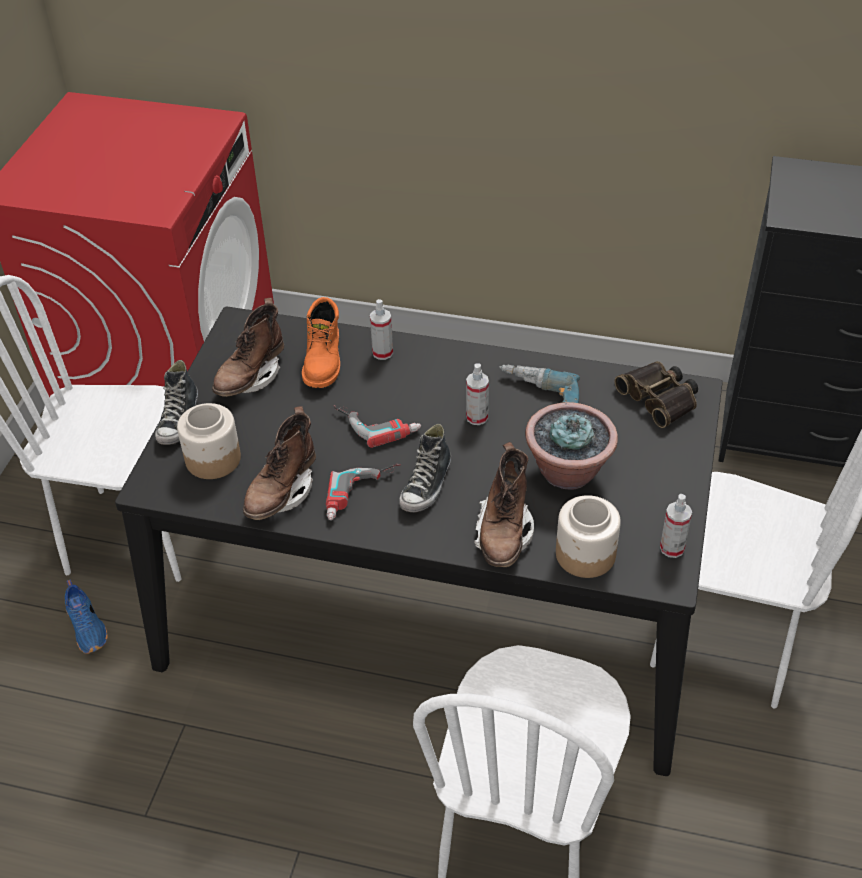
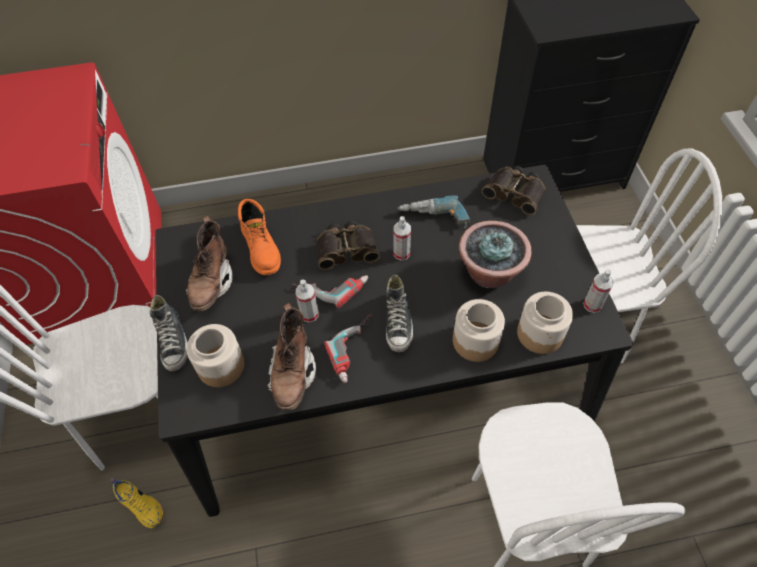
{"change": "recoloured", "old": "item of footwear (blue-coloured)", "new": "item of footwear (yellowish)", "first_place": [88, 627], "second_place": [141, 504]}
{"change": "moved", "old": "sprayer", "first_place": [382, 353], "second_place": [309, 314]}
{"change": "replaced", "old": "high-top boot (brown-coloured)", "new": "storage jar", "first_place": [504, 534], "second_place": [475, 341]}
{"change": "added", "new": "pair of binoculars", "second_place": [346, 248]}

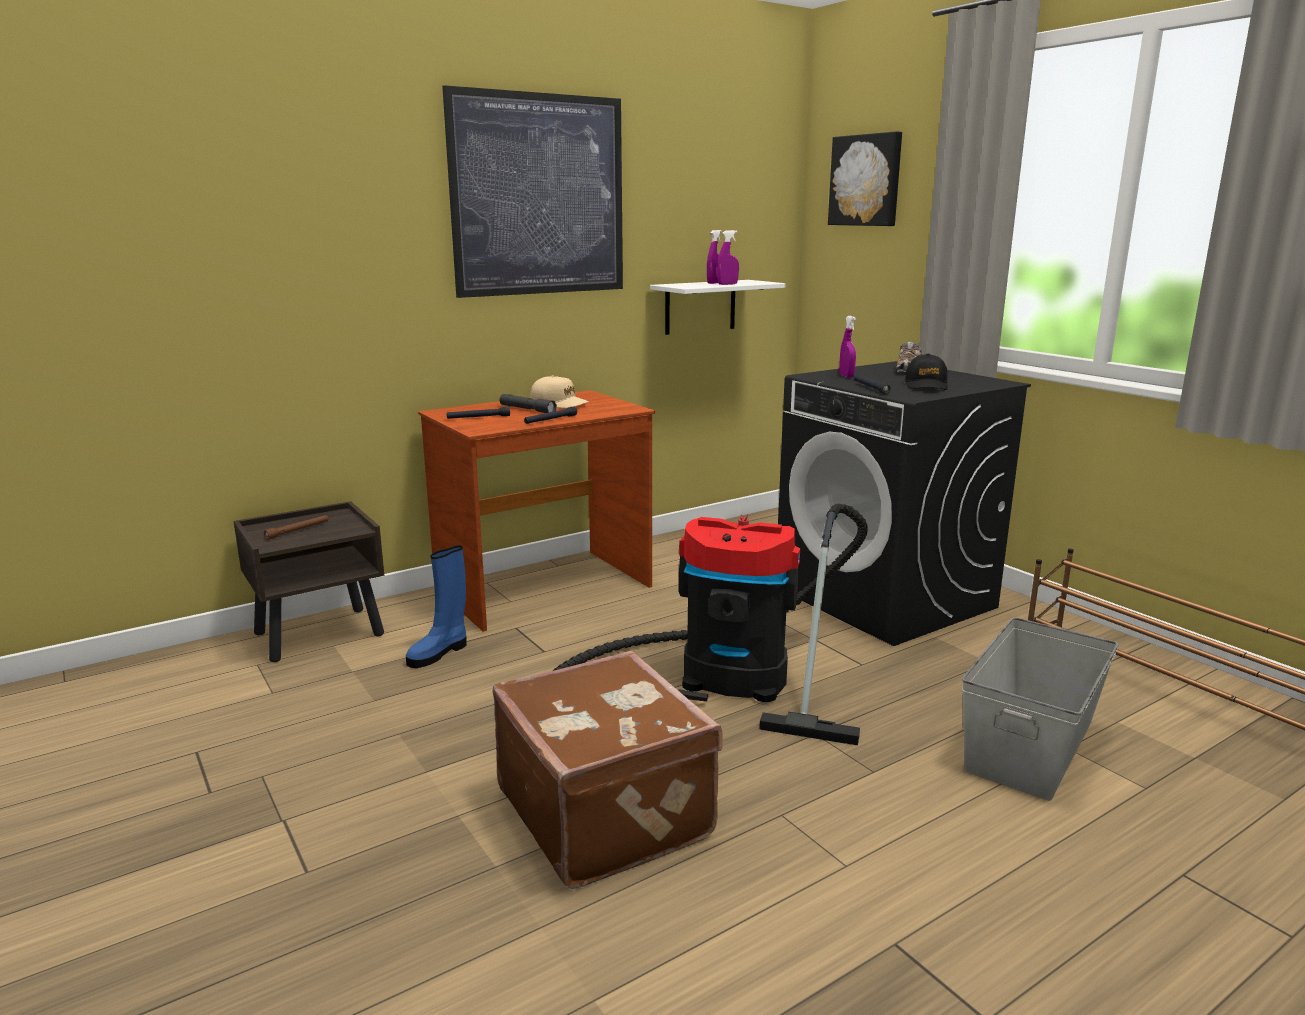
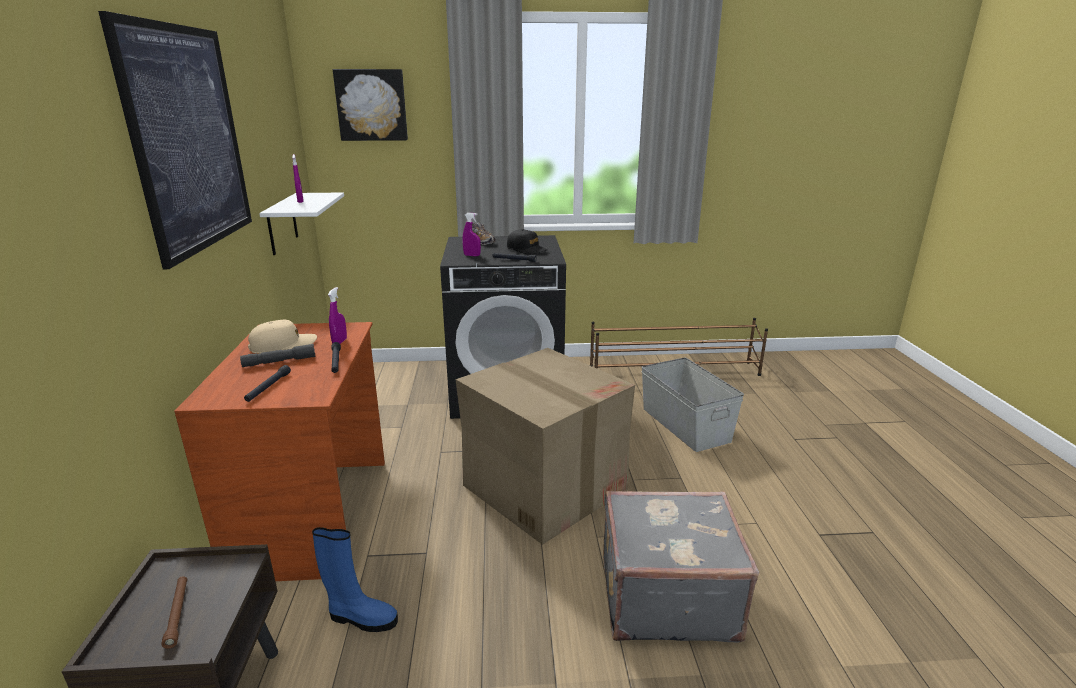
{"change": "turned", "old": "high-top boot (blue-coloured)", "first_place": [439, 653], "second_place": [361, 618], "degrees": -60}
{"change": "recoloured", "old": "travel case (brown-coloured)", "new": "travel case (grey)", "first_place": [607, 812], "second_place": [665, 595]}
{"change": "replaced", "old": "vacuum cleaner", "new": "cardboard box", "first_place": [721, 678], "second_place": [544, 486]}
{"change": "moved", "old": "sprayer (purple)", "first_place": [727, 284], "second_place": [339, 342]}

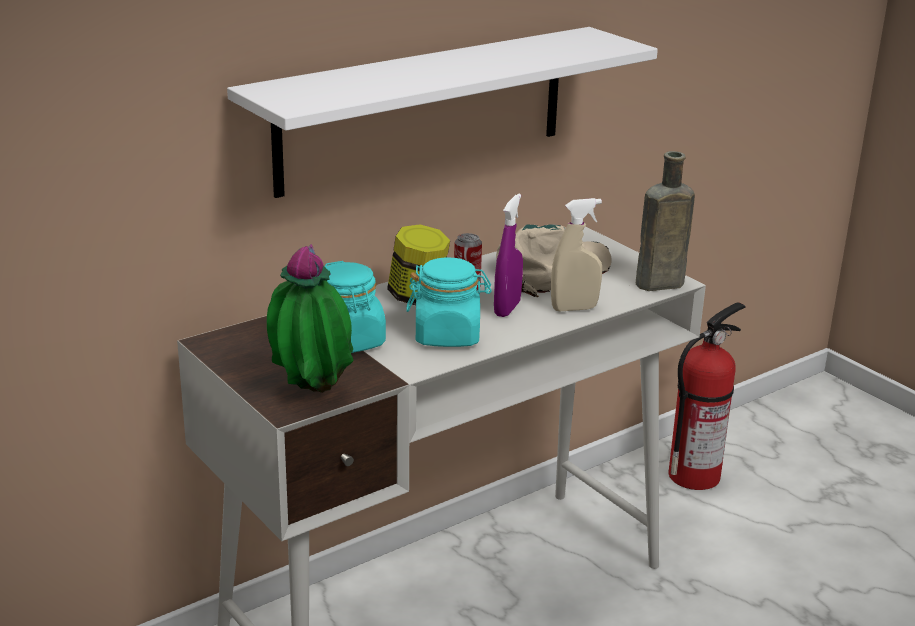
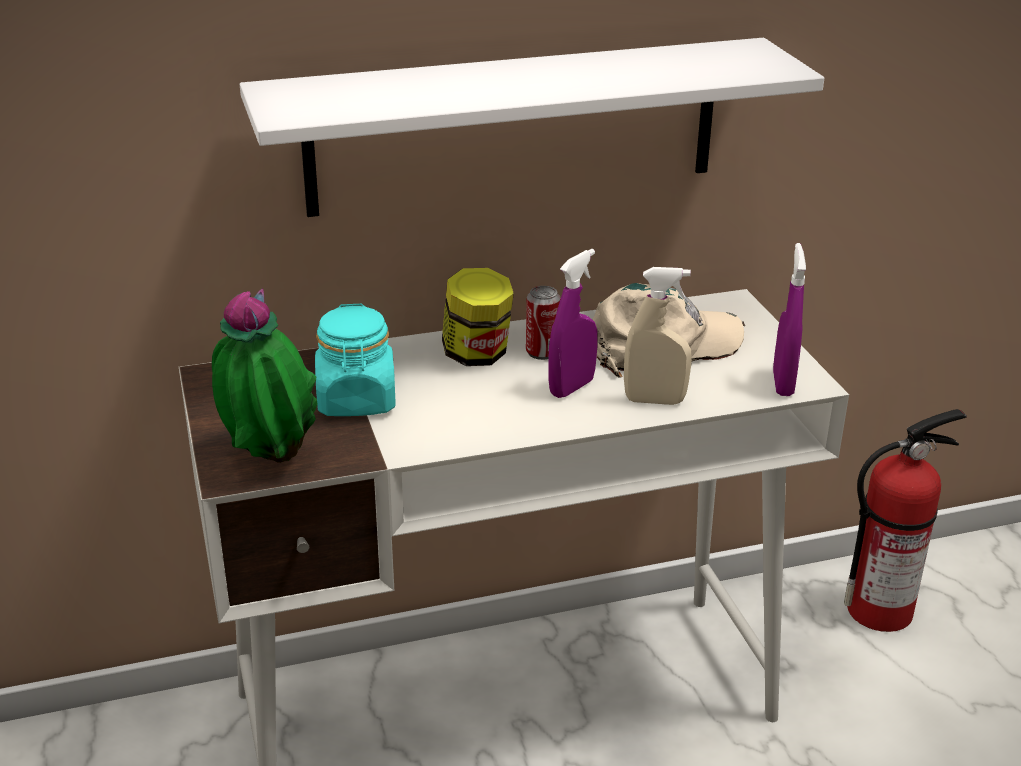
{"change": "removed", "old": "storage jar (blue-green)", "first_place": [447, 335]}
{"change": "replaced", "old": "bottle (brown-coloured)", "new": "sprayer (purple)", "first_place": [656, 284], "second_place": [783, 383]}

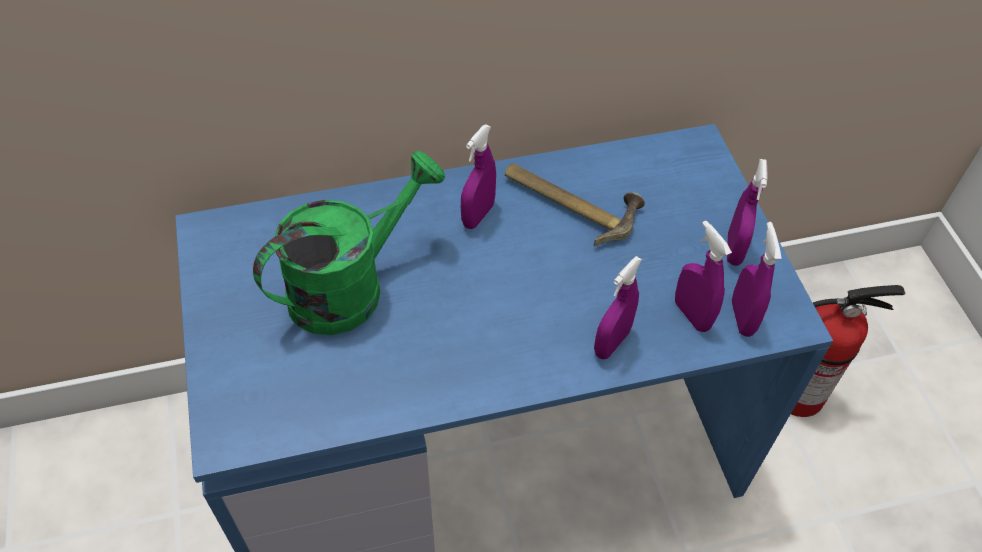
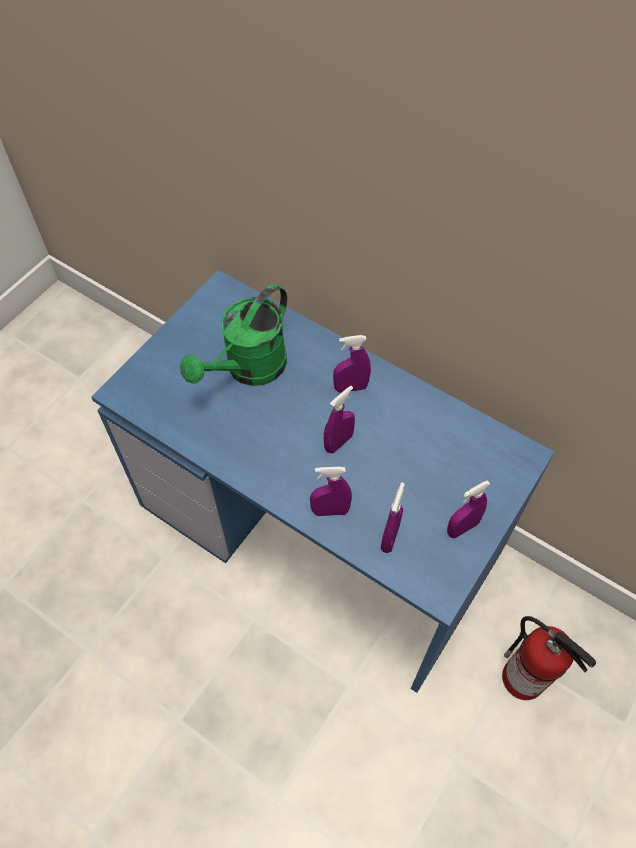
{"change": "turned", "old": "watering pot (greenish)", "first_place": [350, 285], "second_place": [248, 370], "degrees": 120}
{"change": "removed", "old": "hand hammer", "first_place": [570, 202]}
{"change": "moved", "old": "sprayer (purple)", "first_place": [742, 318], "second_place": [338, 442]}

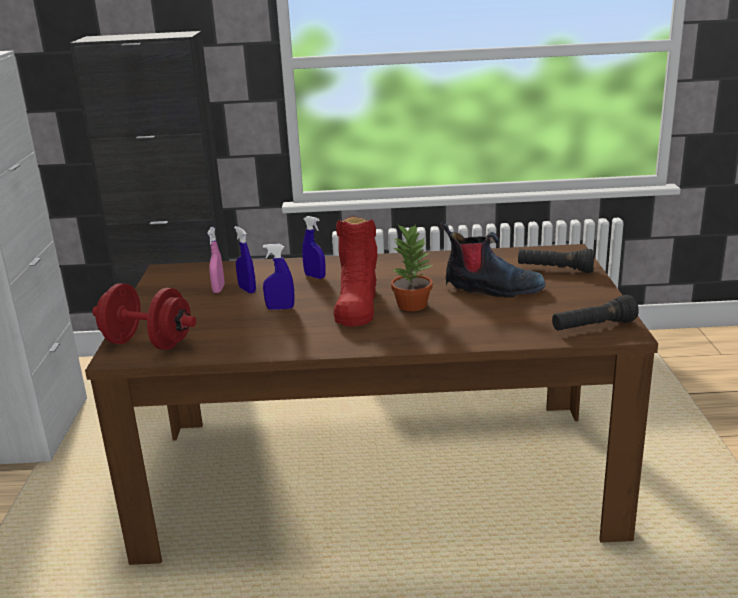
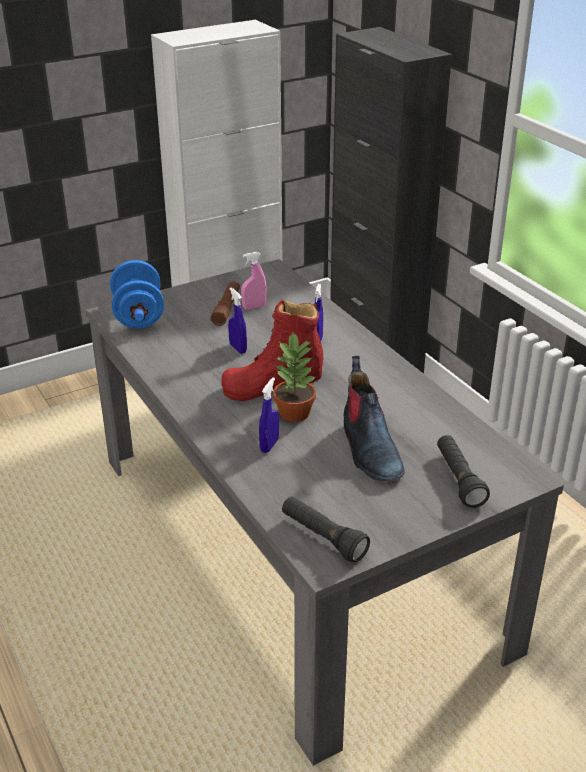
{"change": "recoloured", "old": "kitchen table (brown-coloured)", "new": "kitchen table (grey)", "first_place": [377, 477], "second_place": [293, 547]}
{"change": "recoloured", "old": "free weight (red-coloured)", "new": "free weight (blue-coloured)", "first_place": [148, 343], "second_place": [138, 316]}
{"change": "moved", "old": "sprayer (blue-coloured)", "first_place": [247, 290], "second_place": [269, 445]}
{"change": "added", "new": "flashlight (brown-coloured)", "second_place": [226, 308]}

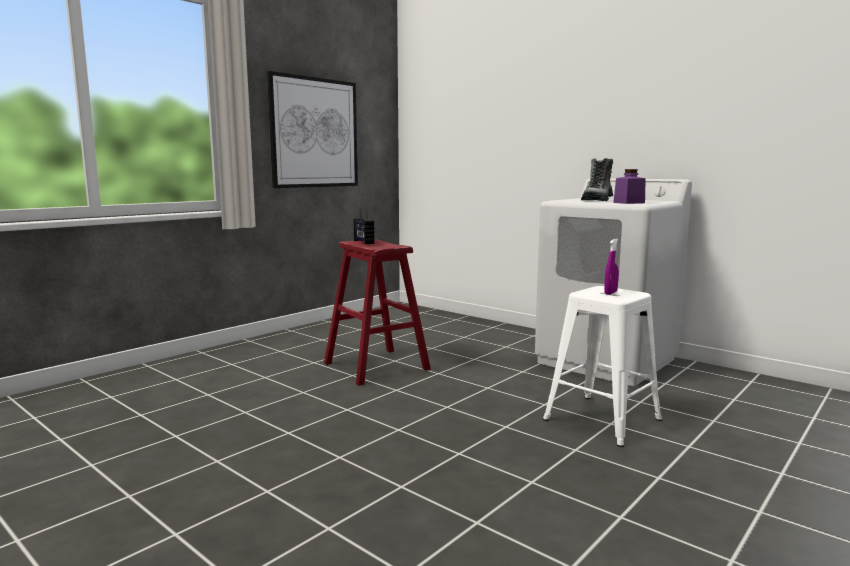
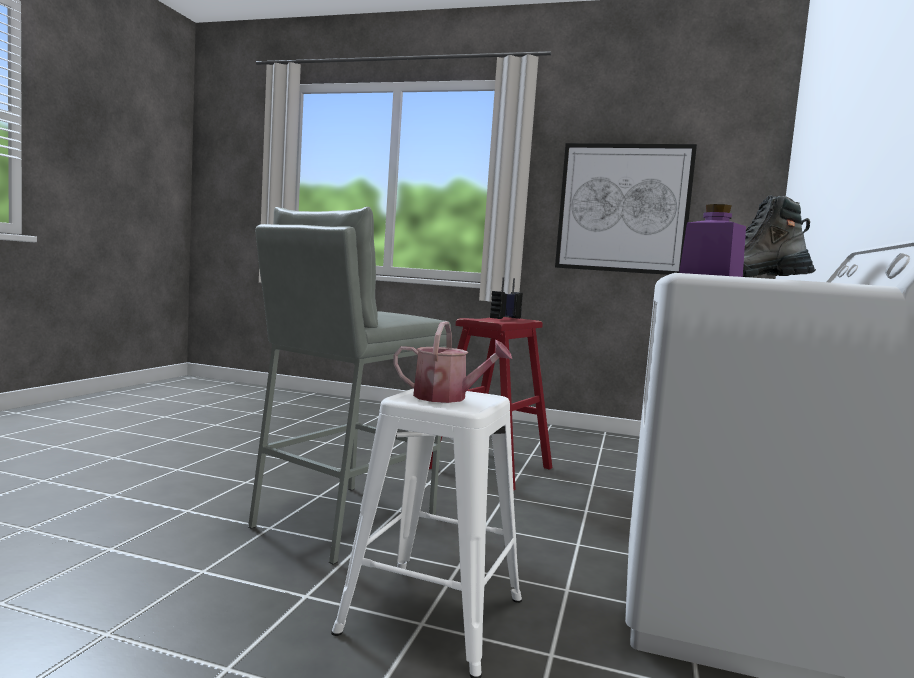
{"change": "replaced", "old": "sprayer (purple)", "new": "watering pot", "first_place": [610, 293], "second_place": [447, 398]}
{"change": "added", "new": "stool seat (grey)", "second_place": [343, 521]}

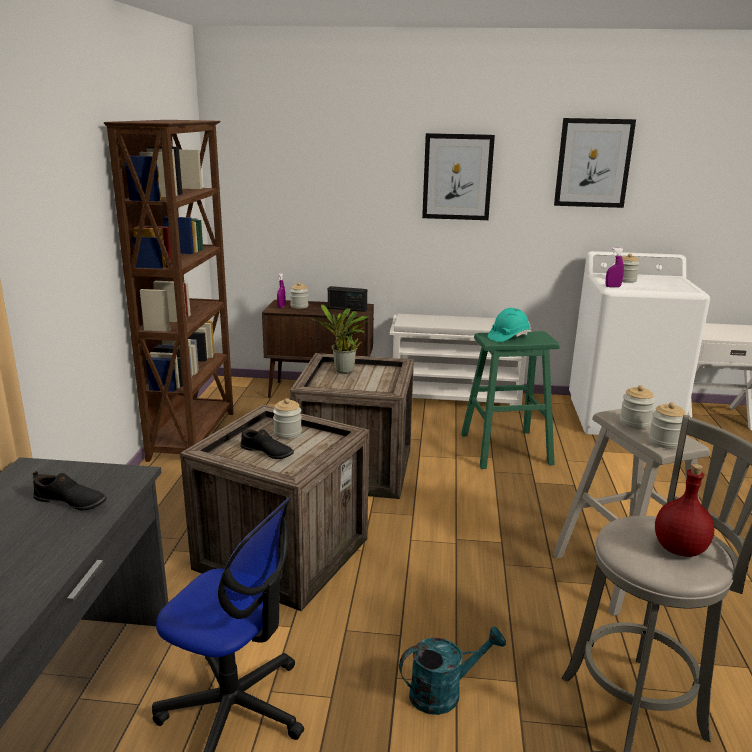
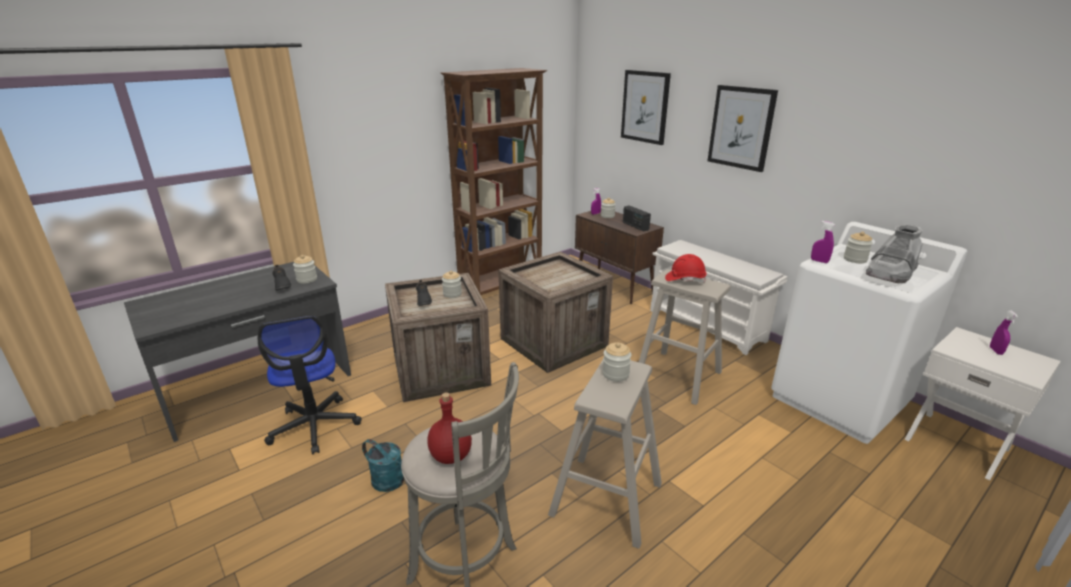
{"change": "removed", "old": "potted plant", "first_place": [343, 372]}
{"change": "recoloured", "old": "stool seat (greenish)", "new": "stool seat (beige)", "first_place": [506, 449], "second_place": [678, 376]}
{"change": "recoloured", "old": "safety helmet (blue-green)", "new": "safety helmet (red-coloured)", "first_place": [508, 337], "second_place": [685, 279]}
{"change": "moved", "old": "wall art", "first_place": [593, 163], "second_place": [645, 107]}
{"change": "moved", "old": "storage jar", "first_place": [664, 442], "second_place": [307, 279]}
{"change": "added", "new": "high-top boot (grey)", "second_place": [890, 274]}
{"change": "added", "new": "sprayer (purple)", "second_place": [996, 351]}

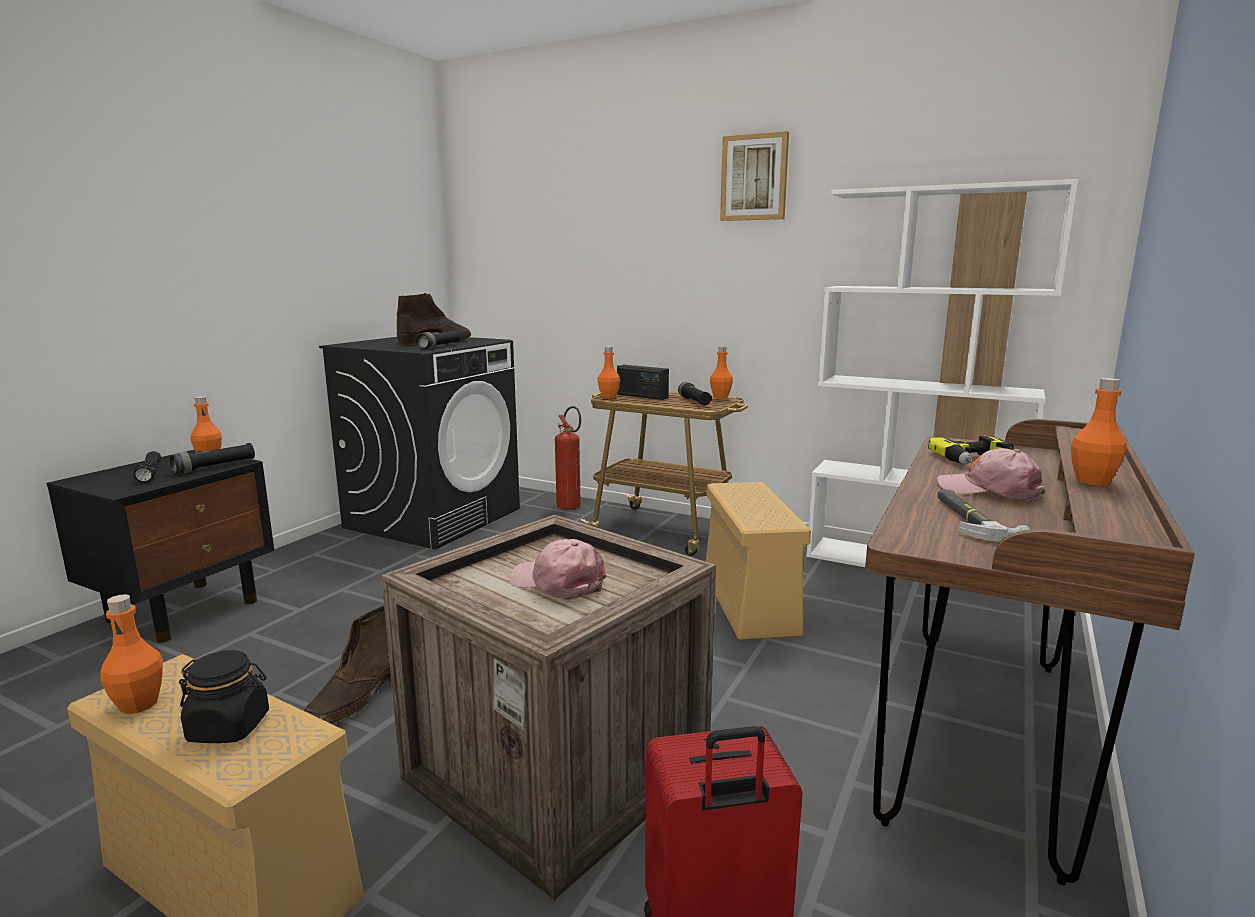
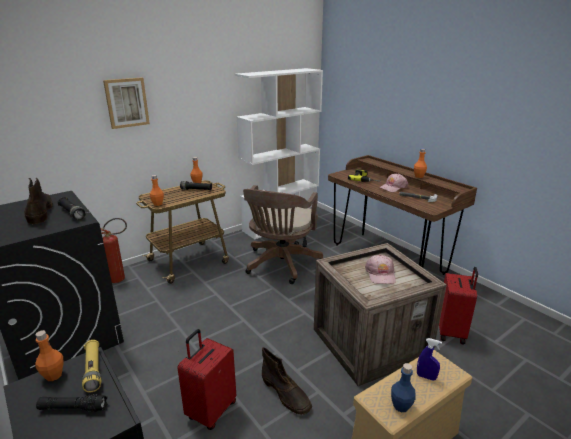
{"change": "recoloured", "old": "bottle (orange)", "new": "bottle (blue-coloured)", "first_place": [139, 704], "second_place": [401, 406]}
{"change": "recoloured", "old": "flashlight (black-coloured)", "new": "flashlight (yellowish)", "first_place": [215, 467], "second_place": [93, 370]}
{"change": "replaced", "old": "storage jar (black-coloured)", "new": "sprayer (blue-coloured)", "first_place": [229, 727], "second_place": [426, 377]}
{"change": "turned", "old": "baseball cap (pink)", "first_place": [558, 582], "second_place": [380, 274], "degrees": -60}
{"change": "removed", "old": "radio set", "first_place": [642, 396]}
{"change": "replaced", "old": "storage box (beige)", "new": "office chair (brown-coloured)", "first_place": [748, 602], "second_place": [281, 265]}
{"change": "moved", "old": "wall art", "first_place": [754, 178], "second_place": [126, 102]}
{"change": "added", "new": "travel case (red-coloured)", "second_place": [211, 410]}

